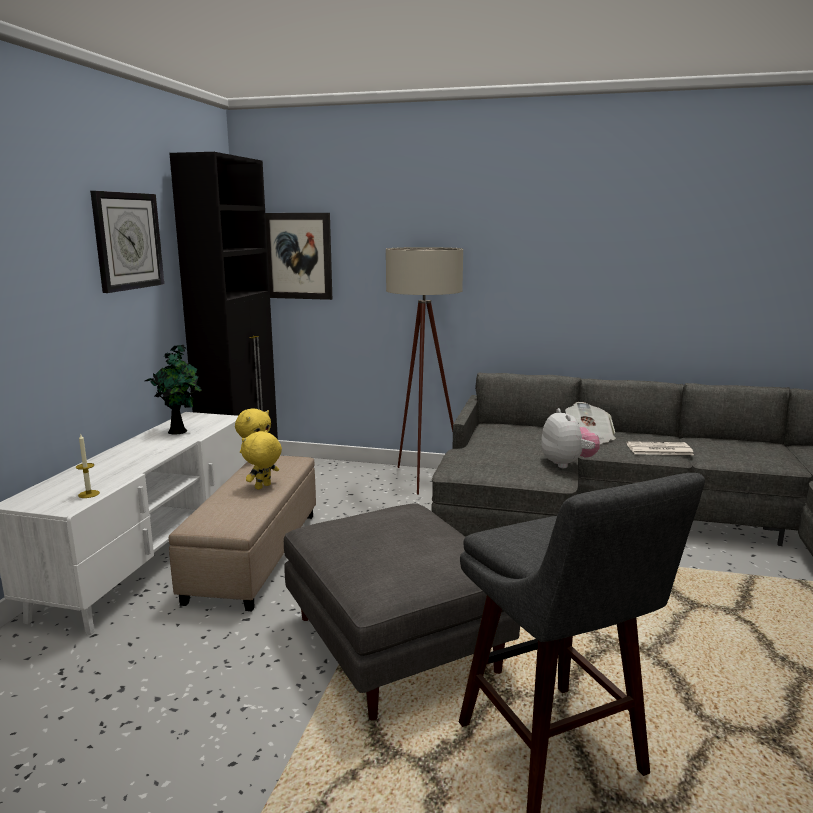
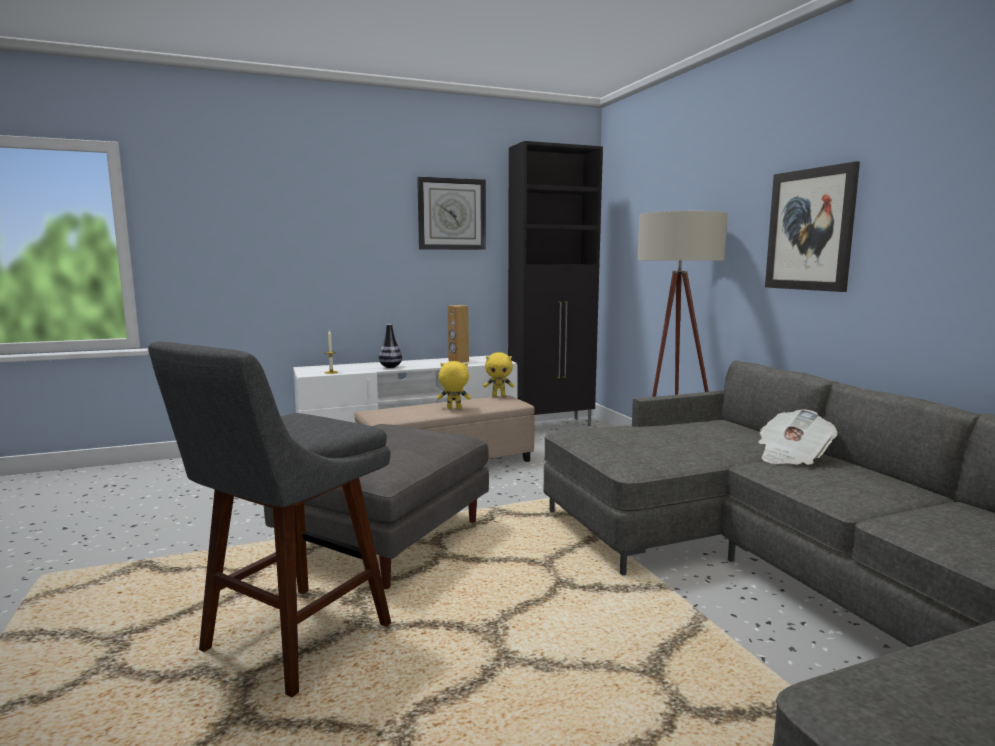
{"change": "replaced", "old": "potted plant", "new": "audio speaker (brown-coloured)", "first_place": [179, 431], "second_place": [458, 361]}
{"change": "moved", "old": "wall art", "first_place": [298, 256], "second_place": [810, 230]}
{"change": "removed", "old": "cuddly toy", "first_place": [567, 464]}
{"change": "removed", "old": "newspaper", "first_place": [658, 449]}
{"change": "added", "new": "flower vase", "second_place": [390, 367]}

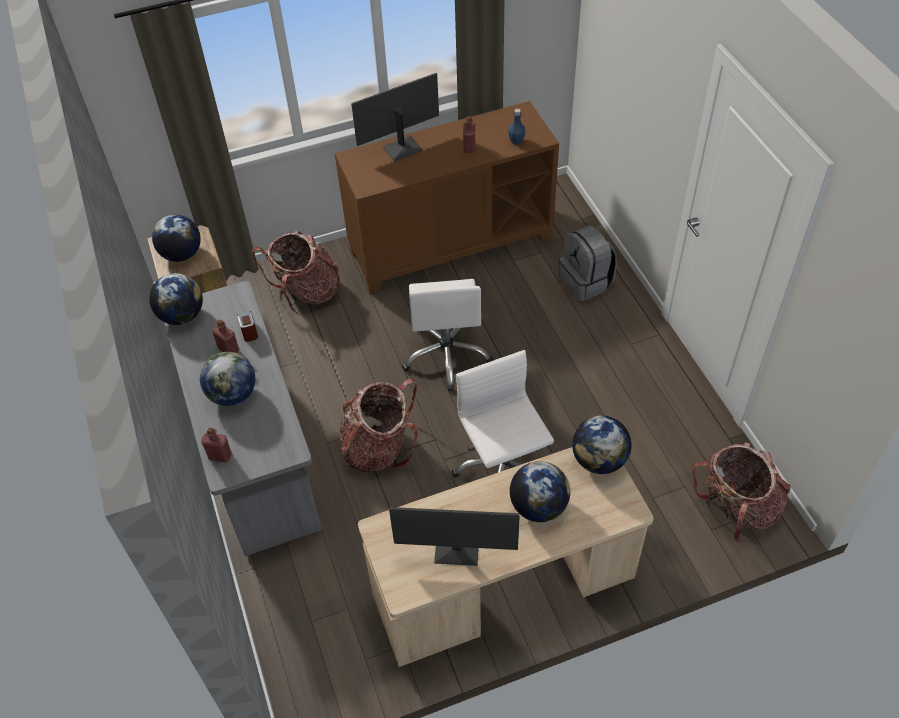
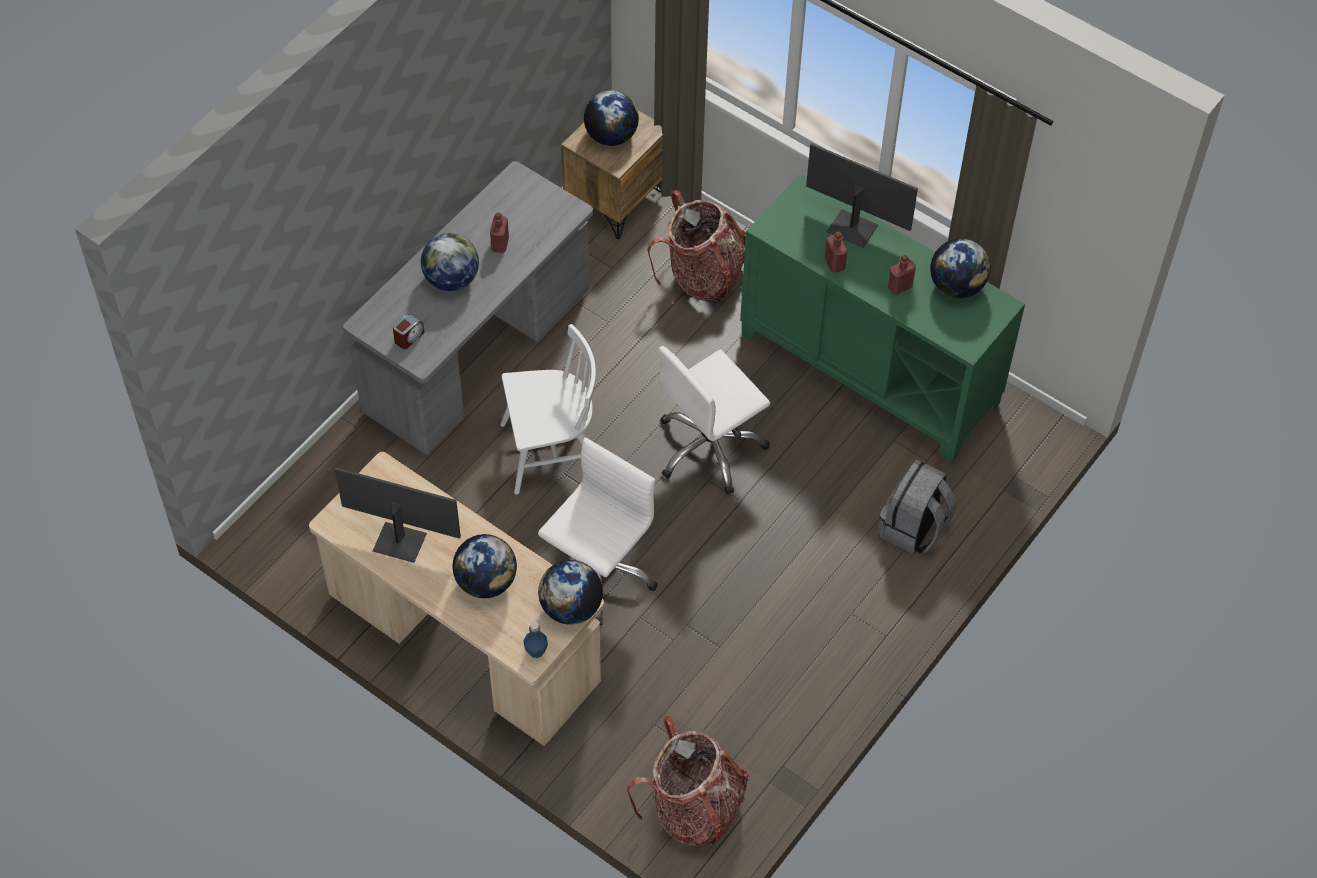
{"change": "moved", "old": "desk globe", "first_place": [182, 315], "second_place": [956, 286]}
{"change": "moved", "old": "bottle (red-coloured)", "first_place": [220, 456], "second_place": [834, 264]}
{"change": "moved", "old": "bedside clock", "first_place": [249, 331], "second_place": [409, 337]}
{"change": "recoloured", "old": "storage cabinet (brown-coloured)", "new": "storage cabinet (greenish)", "first_place": [450, 245], "second_place": [870, 368]}
{"change": "replaced", "old": "backpack", "new": "chair (white-coloured)", "first_place": [379, 447], "second_place": [552, 451]}
{"change": "turned", "old": "computer screen", "first_place": [457, 550], "second_place": [400, 541], "degrees": 135}
{"change": "moved", "old": "bottle (blue-coloured)", "first_place": [516, 141], "second_place": [536, 651]}

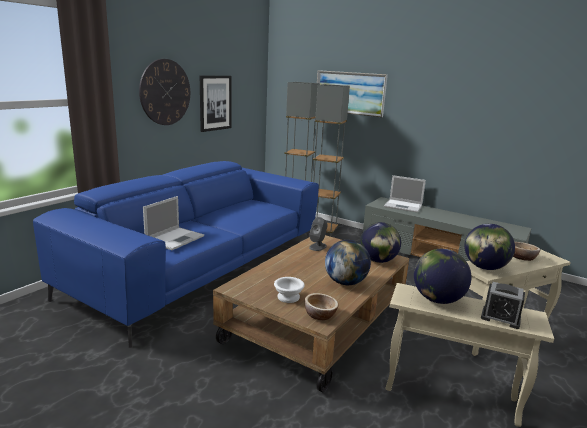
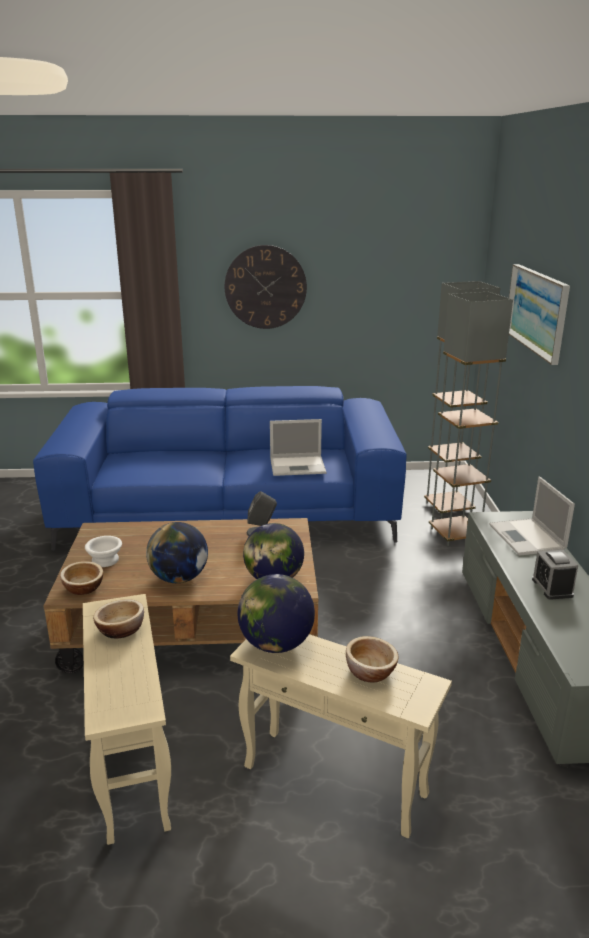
{"change": "moved", "old": "portable computer", "first_place": [175, 238], "second_place": [298, 466]}
{"change": "removed", "old": "wall art", "first_place": [215, 103]}
{"change": "replaced", "old": "desk globe", "new": "deep dish", "first_place": [438, 300], "second_place": [121, 630]}
{"change": "moved", "old": "bedside clock", "first_place": [500, 318], "second_place": [552, 587]}

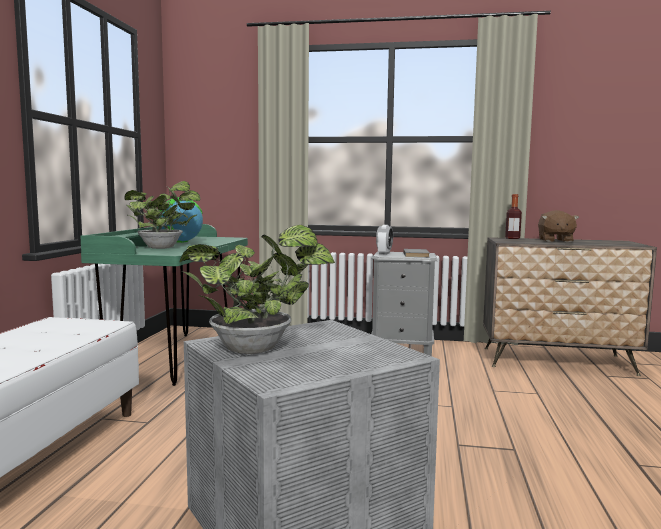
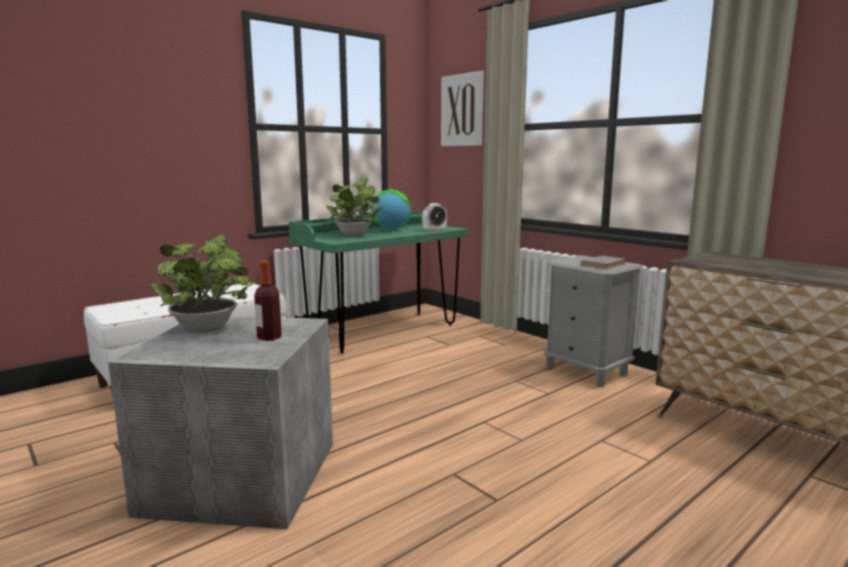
{"change": "moved", "old": "bedside clock", "first_place": [384, 253], "second_place": [434, 230]}
{"change": "moved", "old": "bottle", "first_place": [512, 238], "second_place": [269, 337]}
{"change": "removed", "old": "cuddly toy (brown-coloured)", "first_place": [555, 240]}
{"change": "added", "new": "wall art", "second_place": [462, 110]}

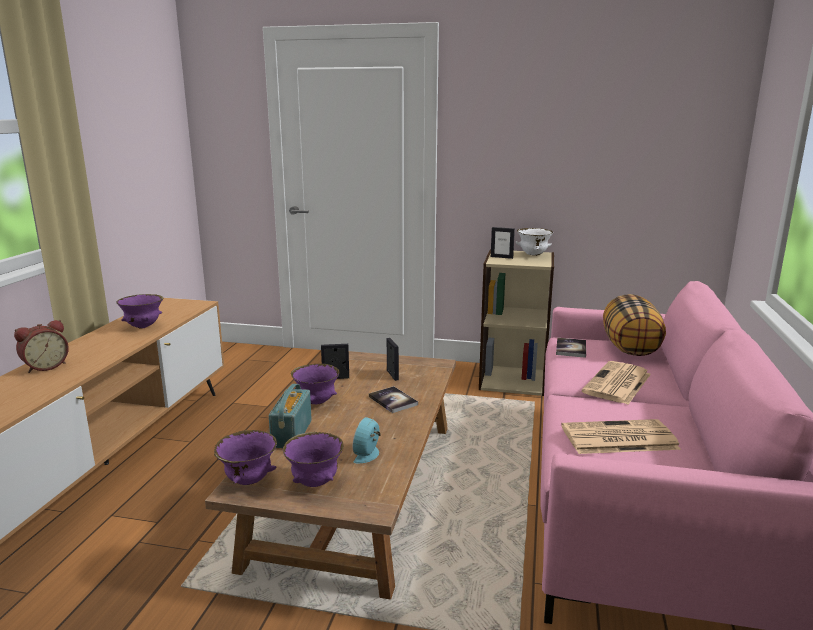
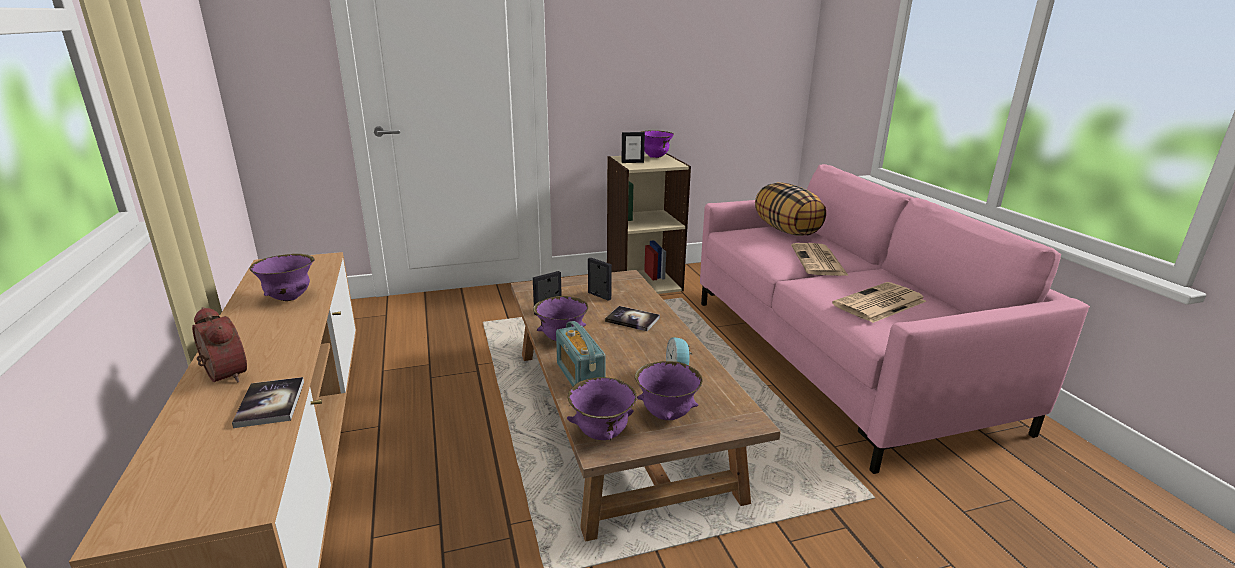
{"change": "turned", "old": "bedside clock", "first_place": [45, 366], "second_place": [222, 376], "degrees": -60}
{"change": "recoloured", "old": "deep dish (white-coloured)", "new": "deep dish (purple)", "first_place": [533, 255], "second_place": [655, 157]}
{"change": "moved", "old": "bound book", "first_place": [571, 348], "second_place": [270, 403]}

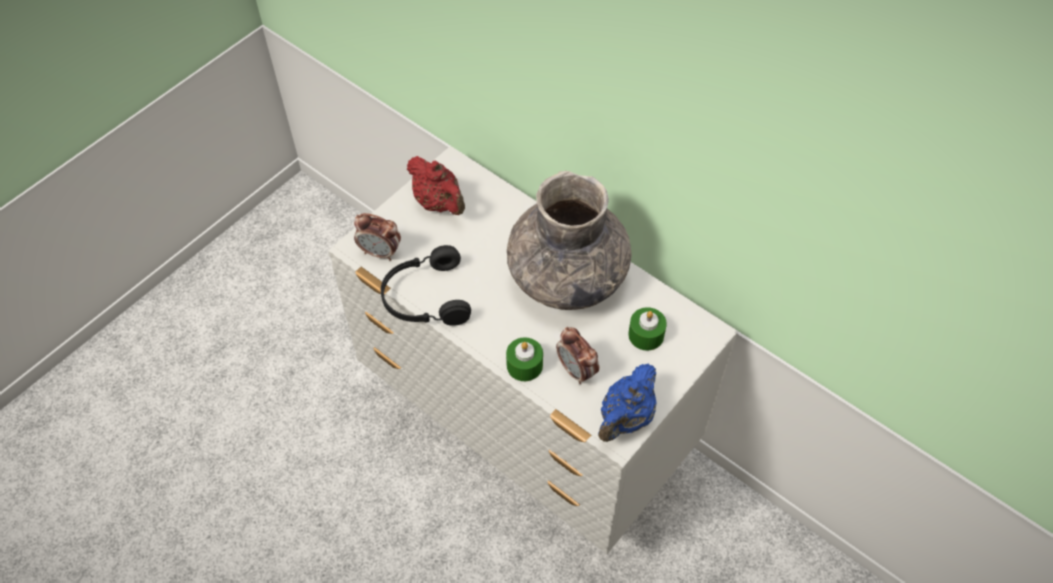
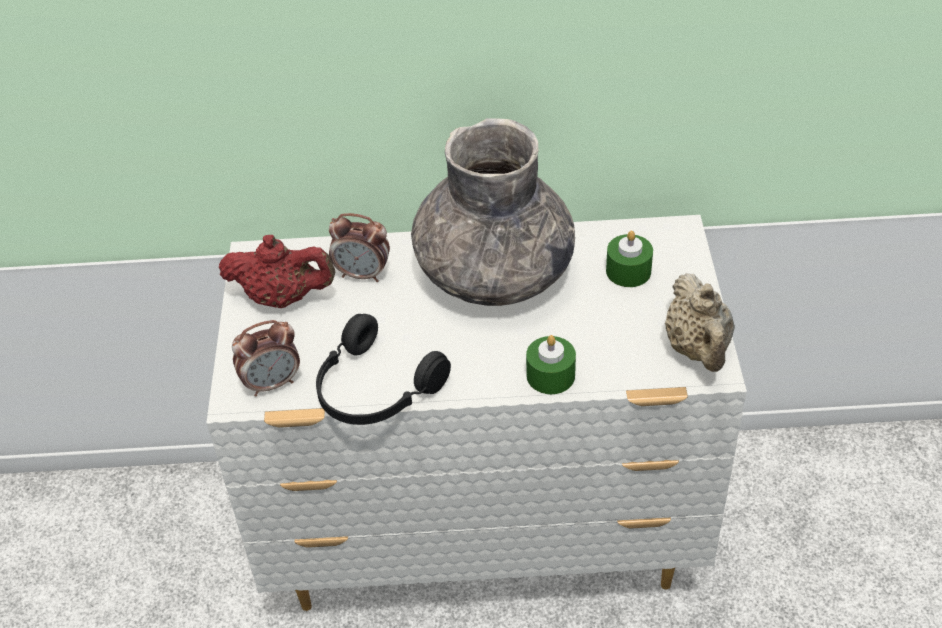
{"change": "moved", "old": "bedside clock", "first_place": [576, 371], "second_place": [363, 274]}
{"change": "recoloured", "old": "teapot (blue-coloured)", "new": "teapot (beige)", "first_place": [626, 418], "second_place": [698, 350]}

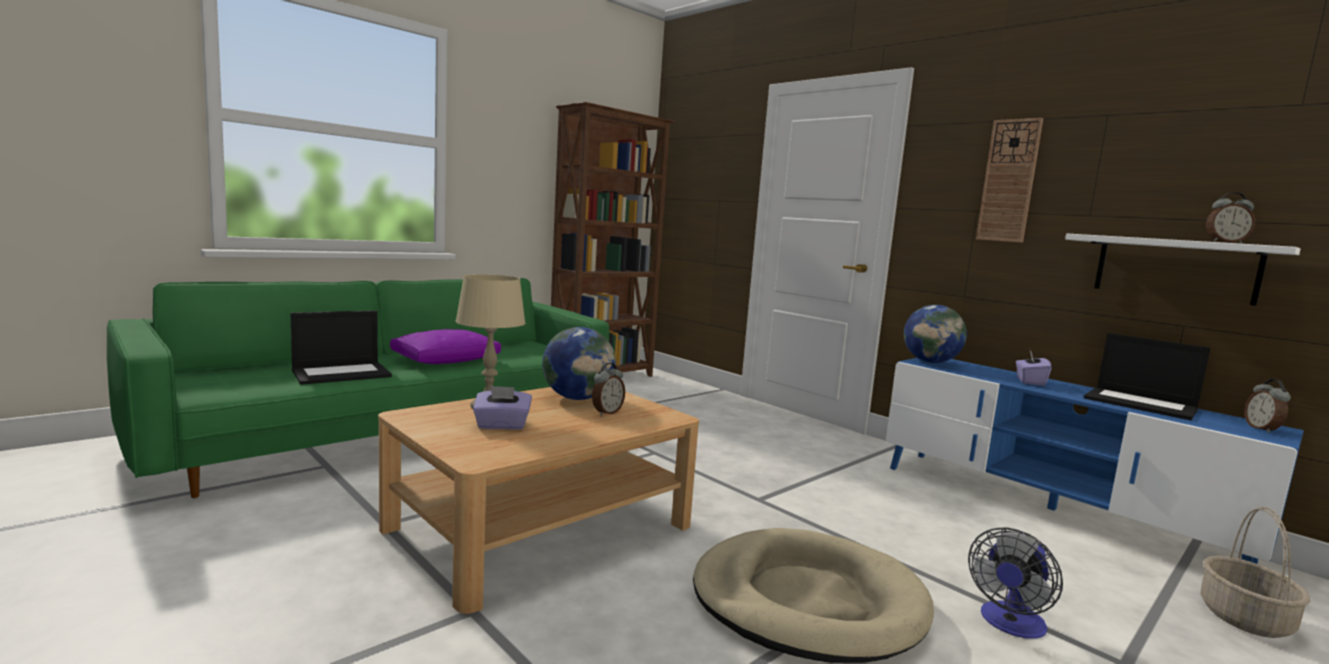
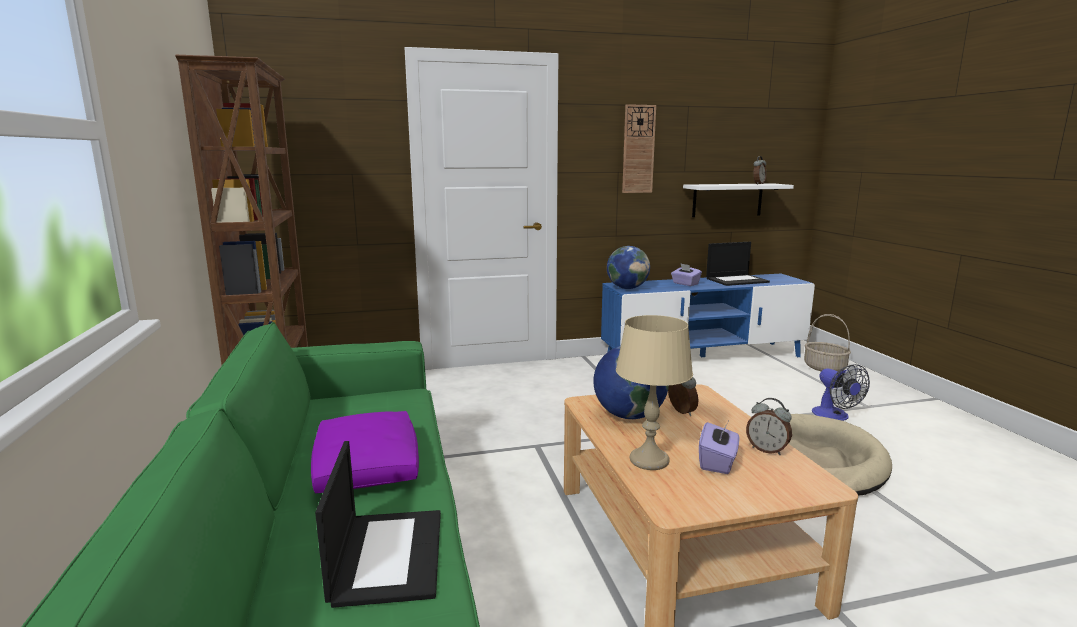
{"change": "moved", "old": "bedside clock", "first_place": [1262, 429], "second_place": [767, 450]}

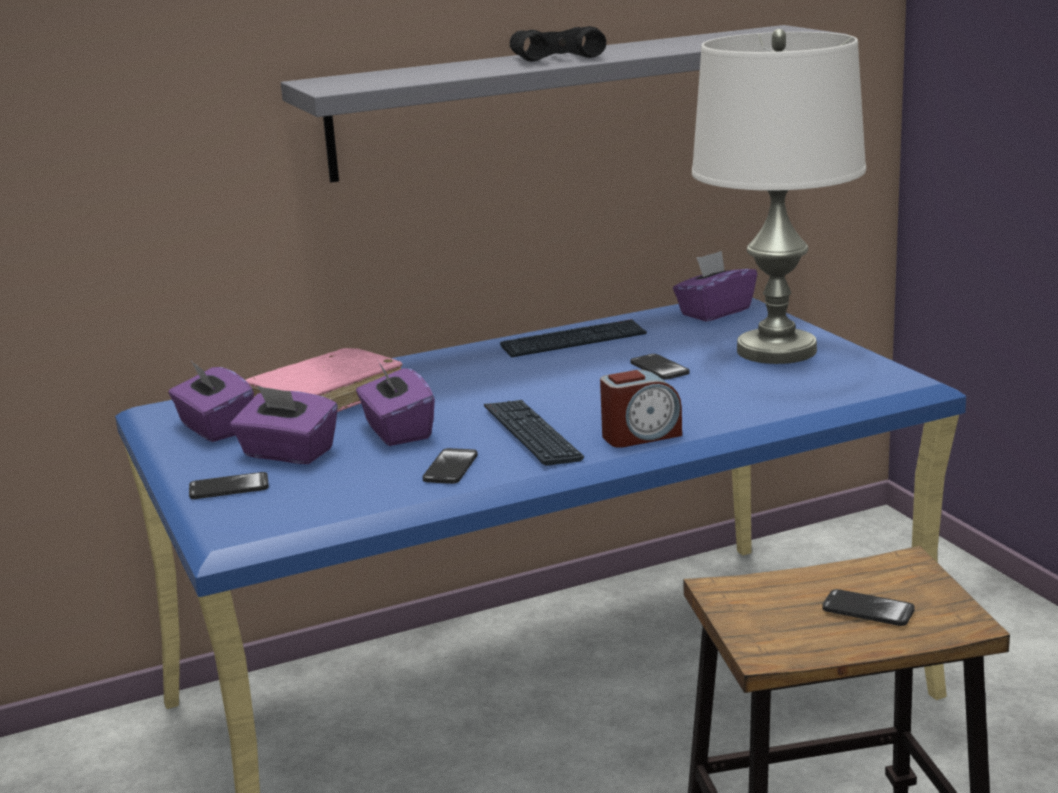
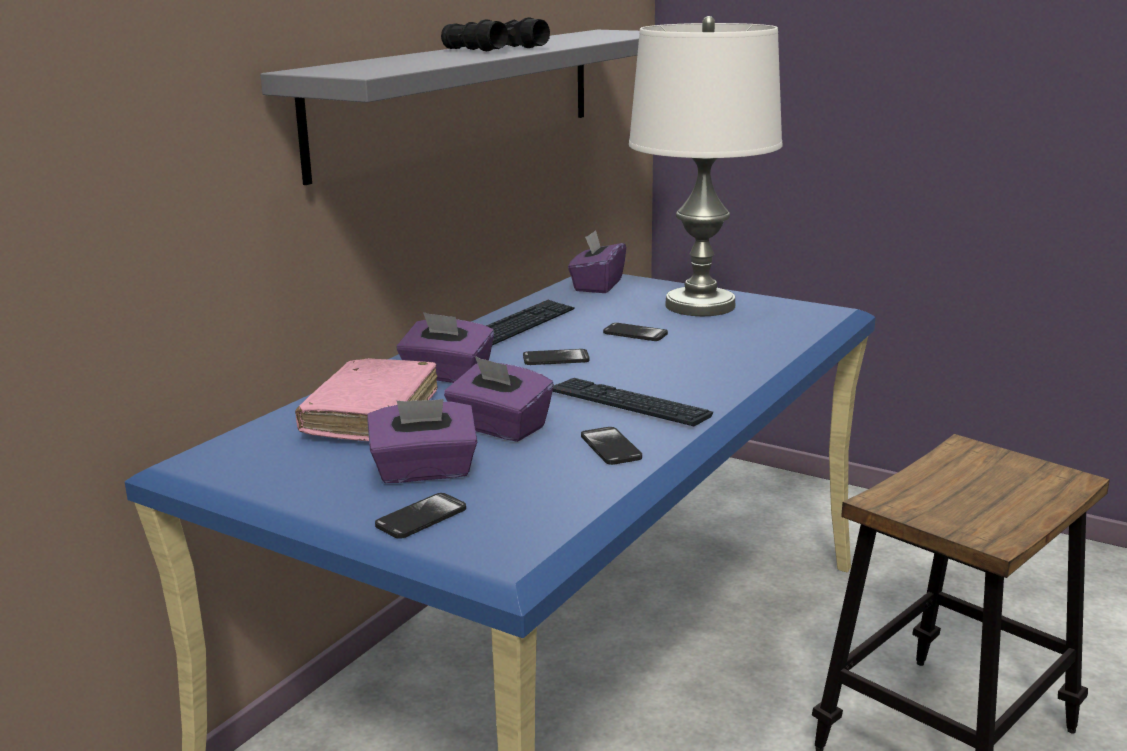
{"change": "moved", "old": "box of tissues (purple)", "first_place": [215, 428], "second_place": [446, 375]}
{"change": "removed", "old": "bedside clock", "first_place": [640, 436]}
{"change": "moved", "old": "telephone", "first_place": [868, 610], "second_place": [556, 359]}

